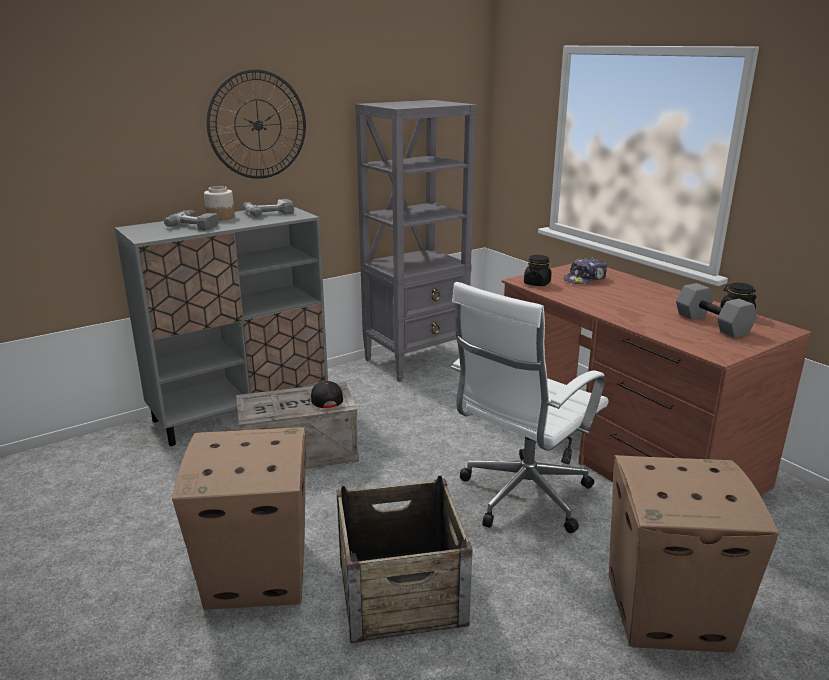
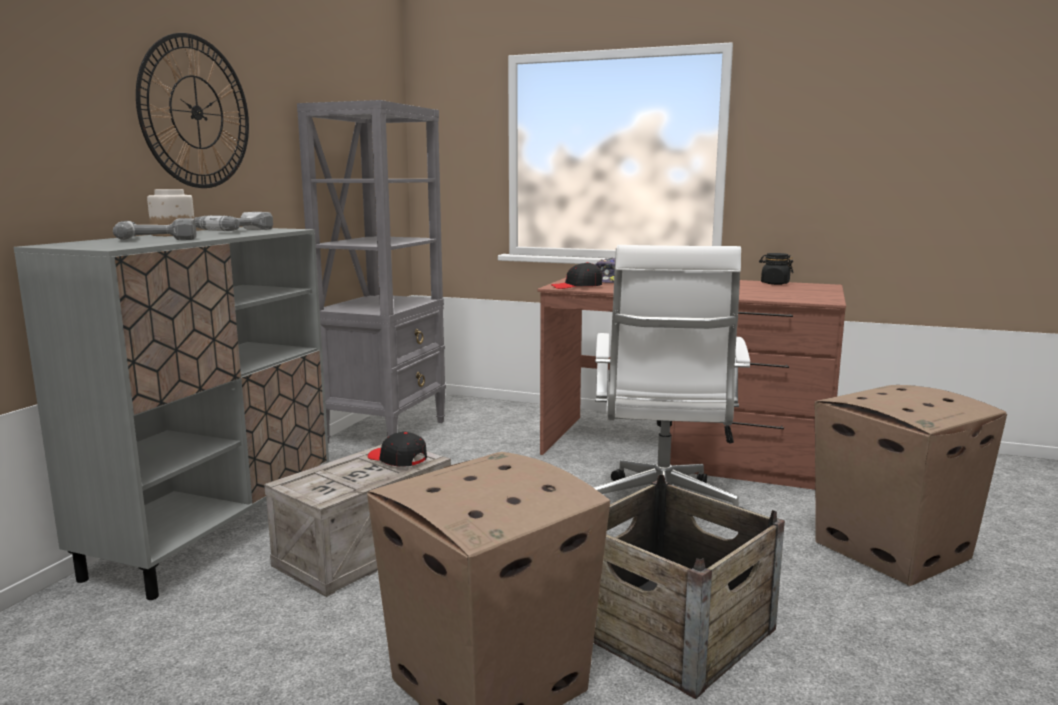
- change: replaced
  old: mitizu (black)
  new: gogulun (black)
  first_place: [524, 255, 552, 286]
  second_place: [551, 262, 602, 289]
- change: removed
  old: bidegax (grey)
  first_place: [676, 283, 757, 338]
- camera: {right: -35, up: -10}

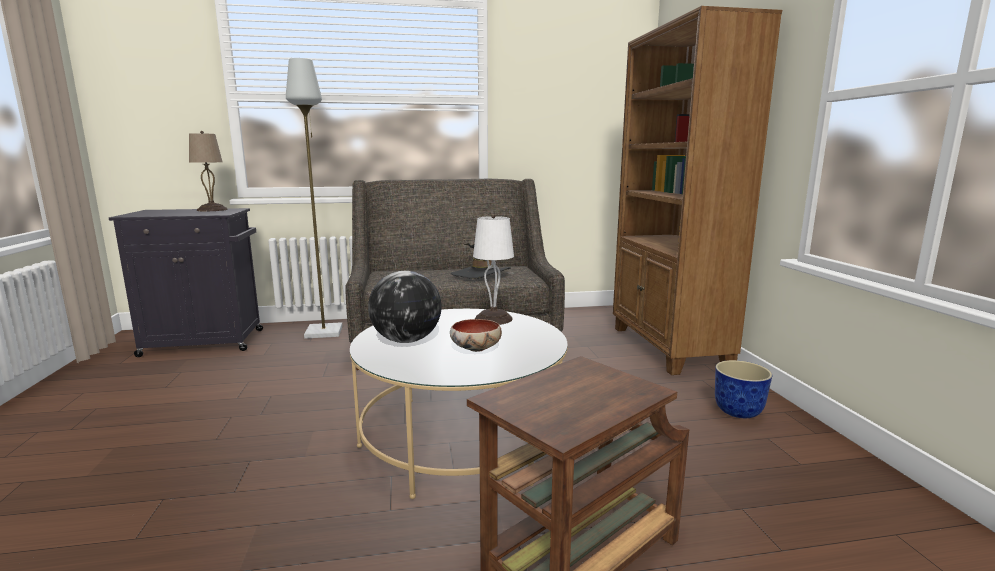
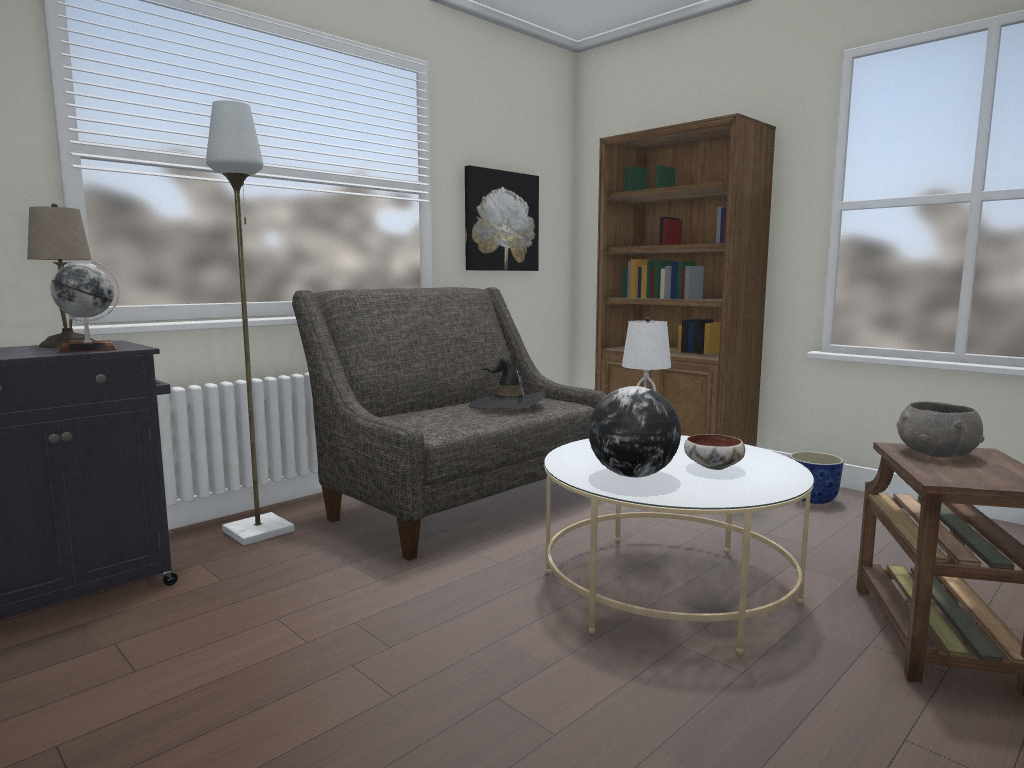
- change: added
  new: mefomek
  second_place: [465, 165, 539, 271]
- change: added
  new: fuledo
  second_place: [50, 260, 119, 353]
- change: added
  new: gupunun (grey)
  second_place: [896, 401, 984, 458]
- camera: {right: -35, up: -5}

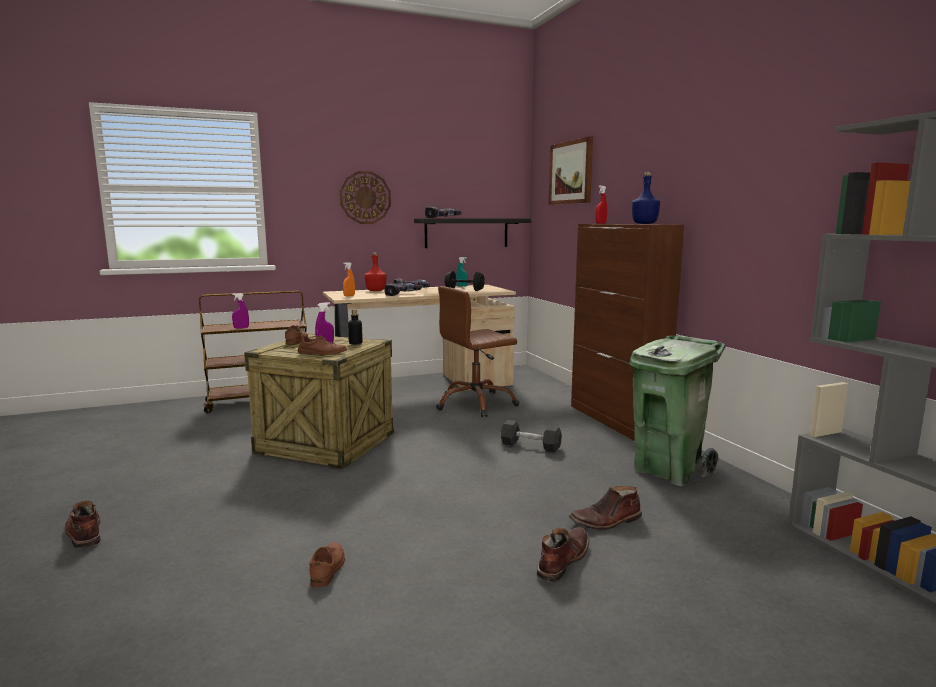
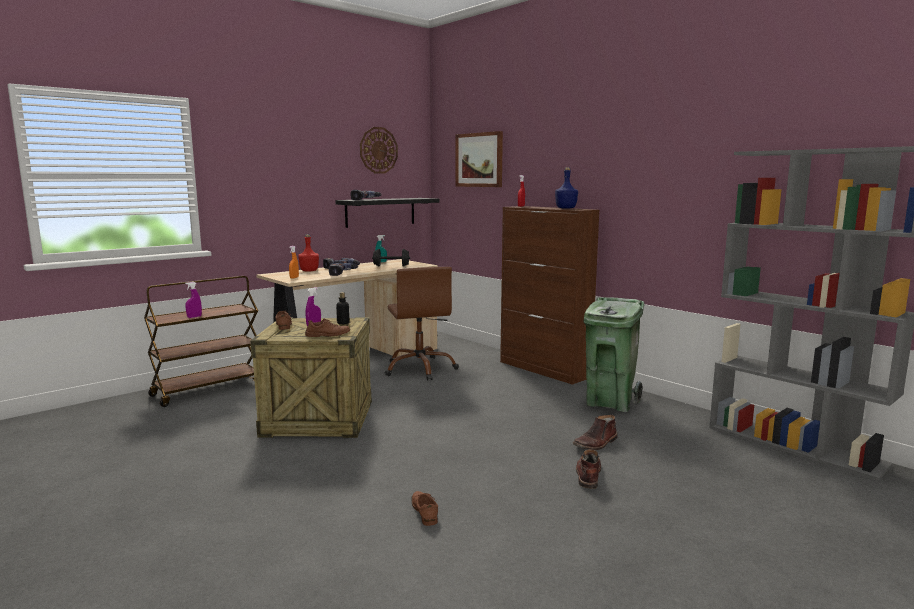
- change: moved
  old: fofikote
  first_place: [340, 171, 391, 224]
  second_place: [360, 127, 398, 174]
- change: turned
  old: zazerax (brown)
  first_place: [436, 286, 520, 417]
  second_place: [385, 267, 459, 380]
  degrees: -60
- change: removed
  old: bidegax (grey)
  first_place: [500, 420, 562, 453]
- change: removed
  old: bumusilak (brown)
  first_place: [65, 500, 100, 549]
- camera: {right: -20, up: 0}

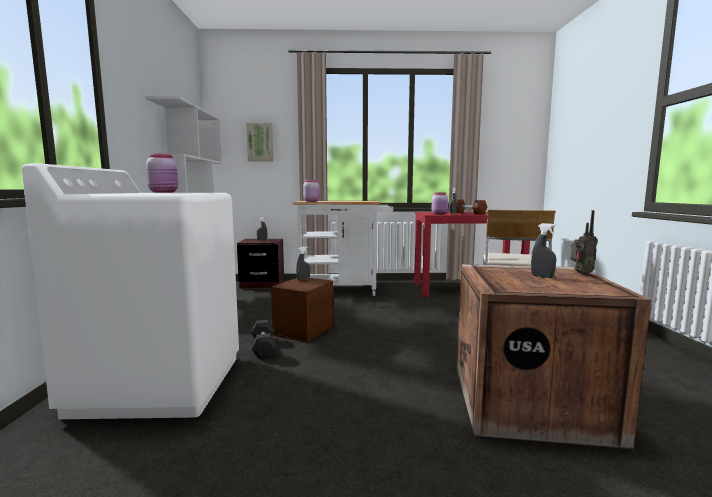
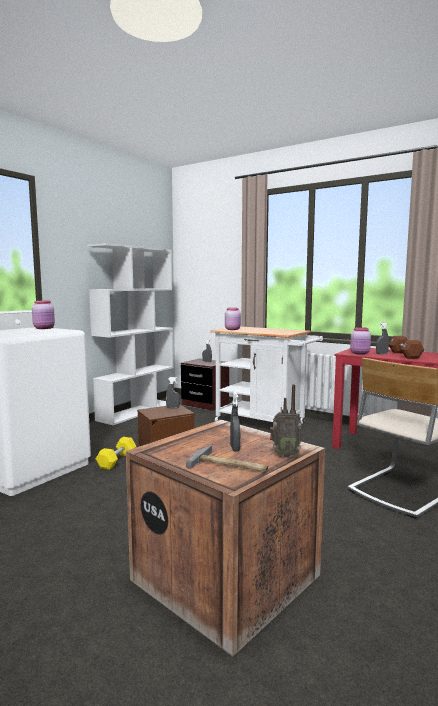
- change: removed
  old: mefomek
  first_place: [246, 123, 274, 162]
- change: recoloured
  old: bidegax (black)
  new: bidegax (yellow)
  first_place: [251, 320, 277, 359]
  second_place: [96, 437, 137, 470]
- change: added
  new: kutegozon
  second_place: [186, 445, 268, 472]
- camera: {right: 35, up: 0}

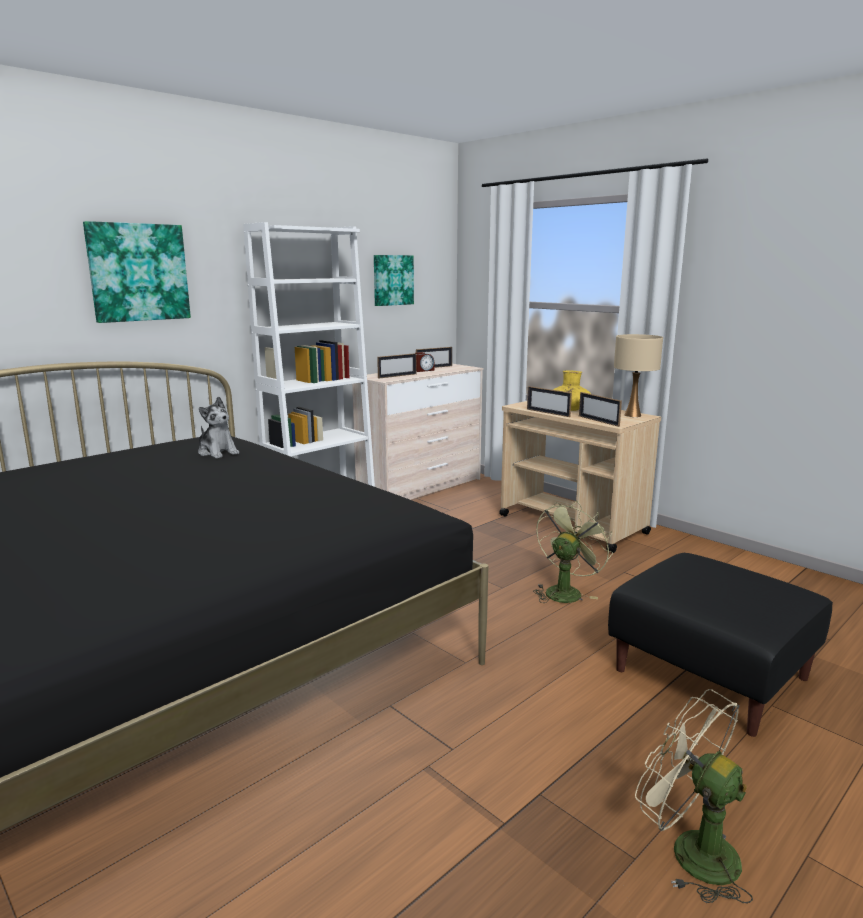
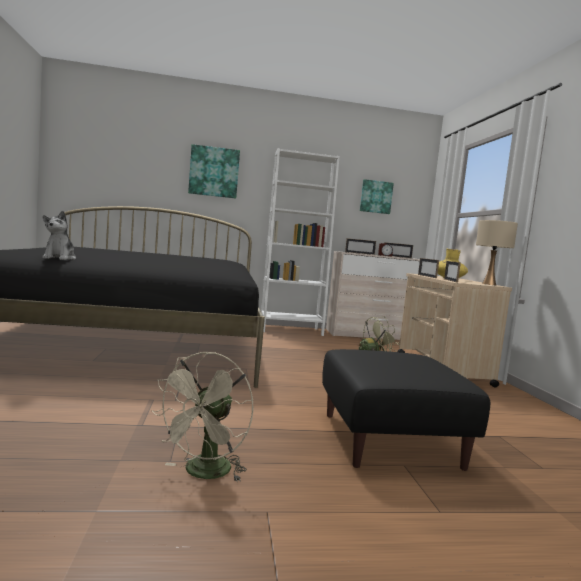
- change: moved
  old: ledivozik
  first_place: [198, 396, 239, 459]
  second_place: [42, 211, 76, 260]
- change: turned
  old: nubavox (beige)
  first_place: [635, 689, 753, 904]
  second_place: [152, 352, 254, 482]
  degrees: -150
- camera: {right: 35, up: -10}

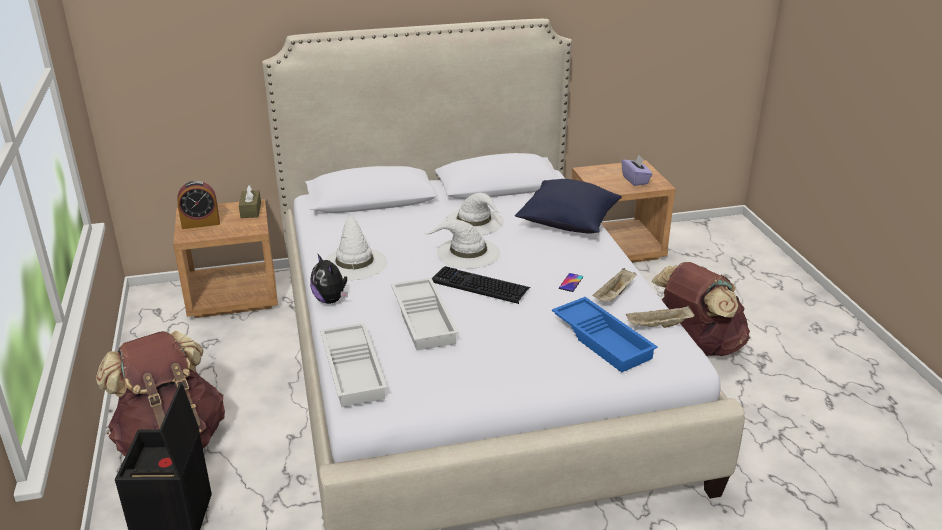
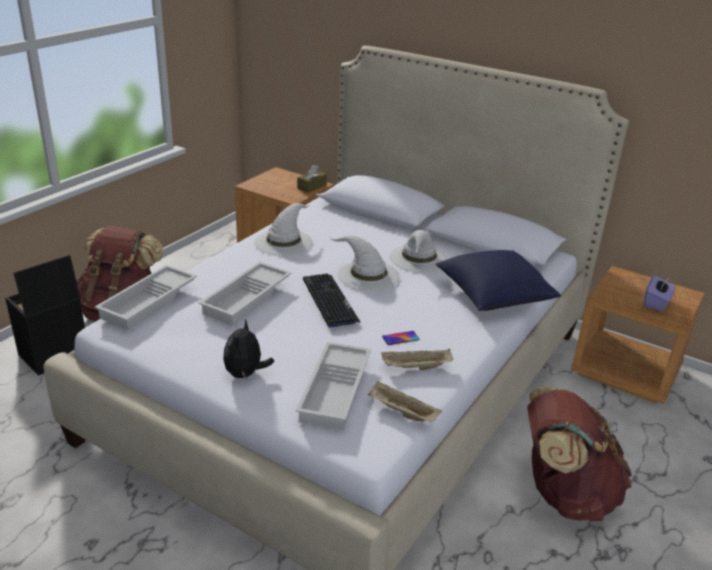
- change: removed
  old: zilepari
  first_place: [178, 181, 220, 229]
- change: moved
  old: ledivozik
  first_place: [310, 253, 348, 304]
  second_place: [223, 319, 274, 380]
- change: recoloured
  old: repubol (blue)
  new: repubol (white)
  first_place: [552, 297, 658, 373]
  second_place: [295, 342, 371, 430]
- camera: {right: 45, up: 0}

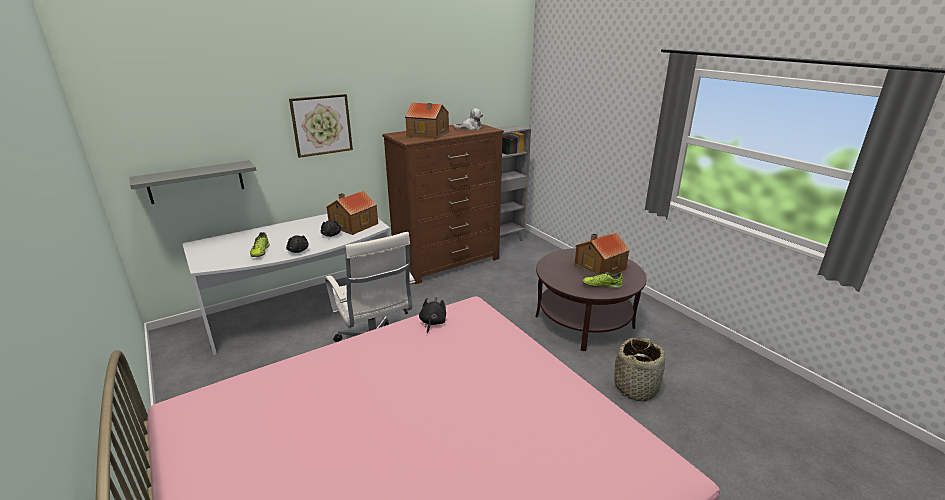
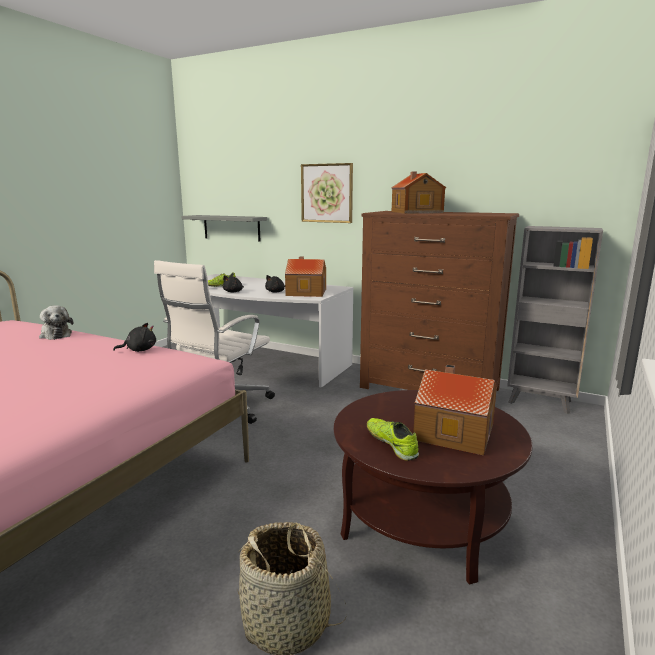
- change: moved
  old: ledivozik
  first_place: [453, 108, 483, 130]
  second_place: [39, 306, 74, 340]
- camera: {right: 60, up: -10}

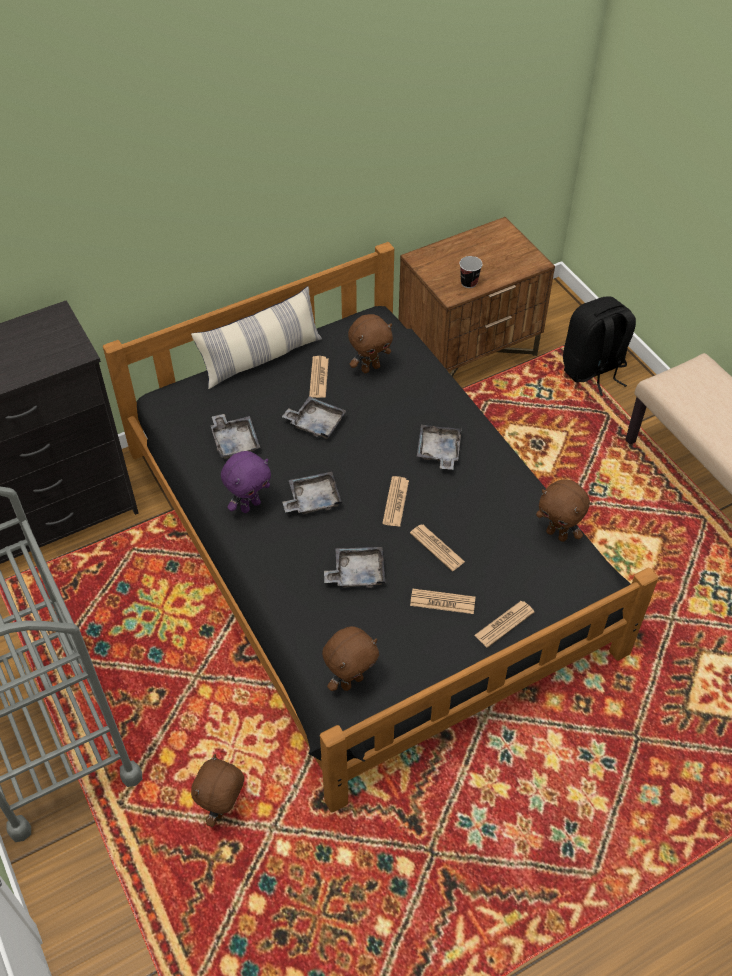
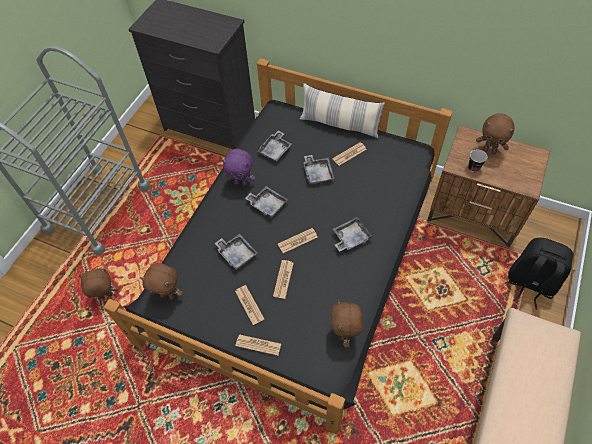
- change: moved
  old: ledivozik (brown)
  first_place: [348, 314, 393, 373]
  second_place: [476, 113, 514, 154]
- camera: {right: 55, up: 5}

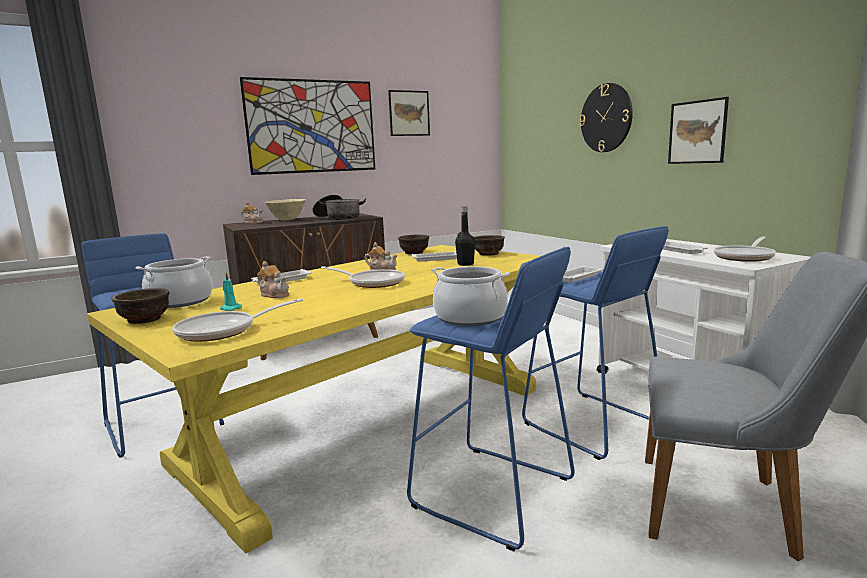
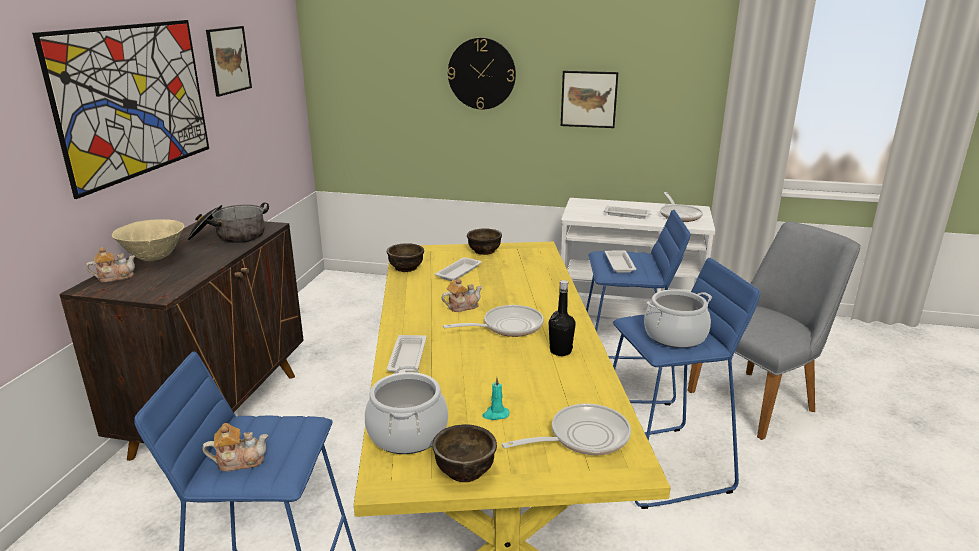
- change: moved
  old: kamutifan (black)
  first_place: [455, 207, 475, 266]
  second_place: [549, 280, 576, 356]
- change: moved
  old: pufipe
  first_place: [257, 261, 289, 298]
  second_place: [203, 423, 268, 471]
- change: turned
  old: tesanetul
  first_place: [172, 298, 303, 342]
  second_place: [502, 403, 631, 455]
  degrees: -120
- camera: {right: -50, up: 10}

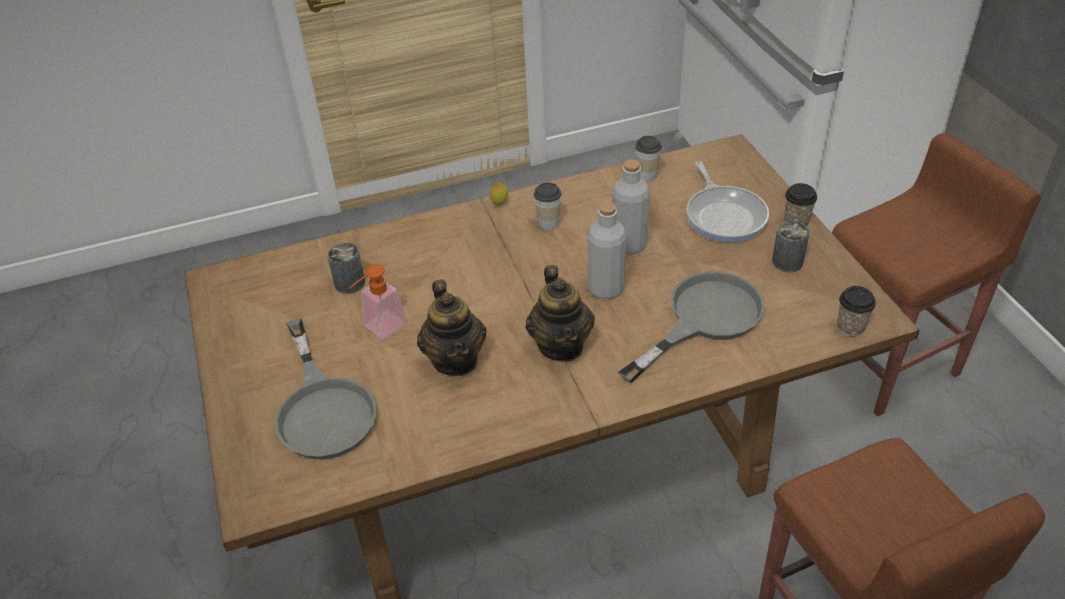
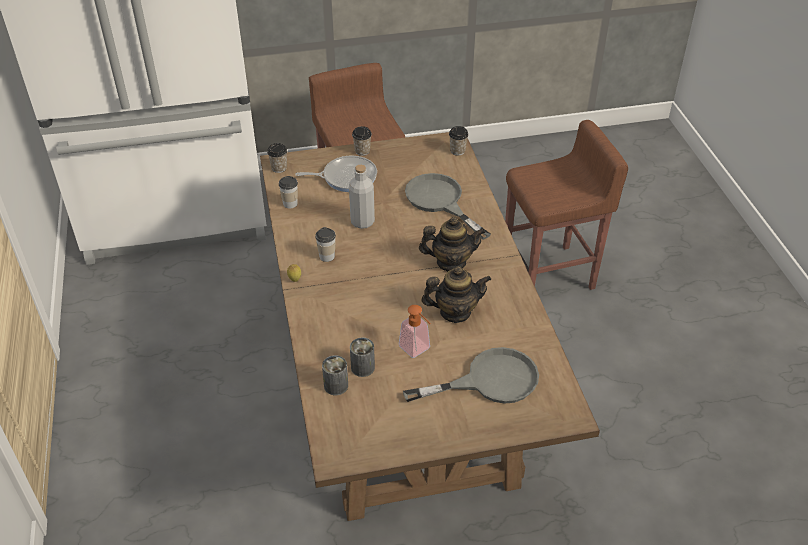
- change: removed
  old: kamutifan (grey)
  first_place: [588, 202, 626, 299]
- change: moved
  old: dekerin
  first_place: [772, 221, 809, 272]
  second_place: [322, 355, 348, 395]
- change: added
  new: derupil
  second_place: [267, 143, 287, 173]
- camera: {right: -85, up: 0}

